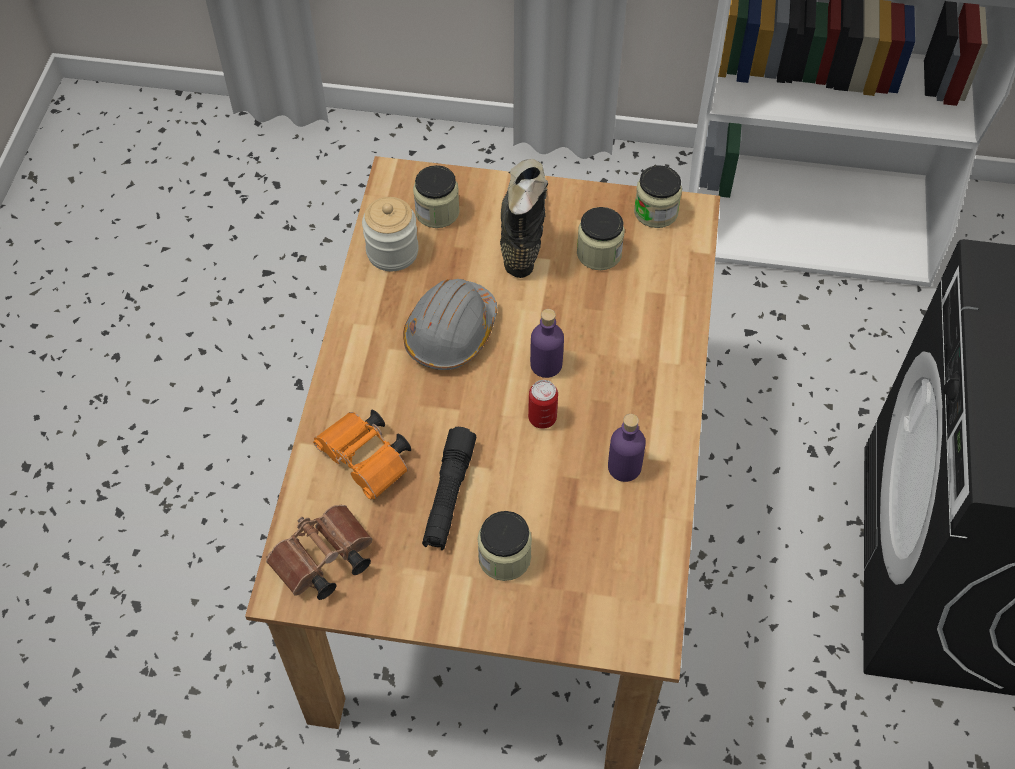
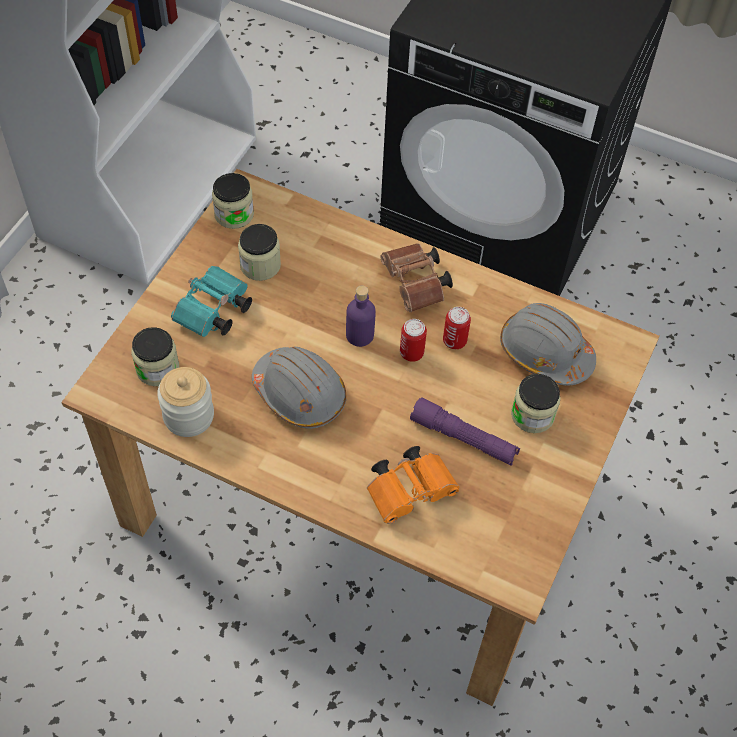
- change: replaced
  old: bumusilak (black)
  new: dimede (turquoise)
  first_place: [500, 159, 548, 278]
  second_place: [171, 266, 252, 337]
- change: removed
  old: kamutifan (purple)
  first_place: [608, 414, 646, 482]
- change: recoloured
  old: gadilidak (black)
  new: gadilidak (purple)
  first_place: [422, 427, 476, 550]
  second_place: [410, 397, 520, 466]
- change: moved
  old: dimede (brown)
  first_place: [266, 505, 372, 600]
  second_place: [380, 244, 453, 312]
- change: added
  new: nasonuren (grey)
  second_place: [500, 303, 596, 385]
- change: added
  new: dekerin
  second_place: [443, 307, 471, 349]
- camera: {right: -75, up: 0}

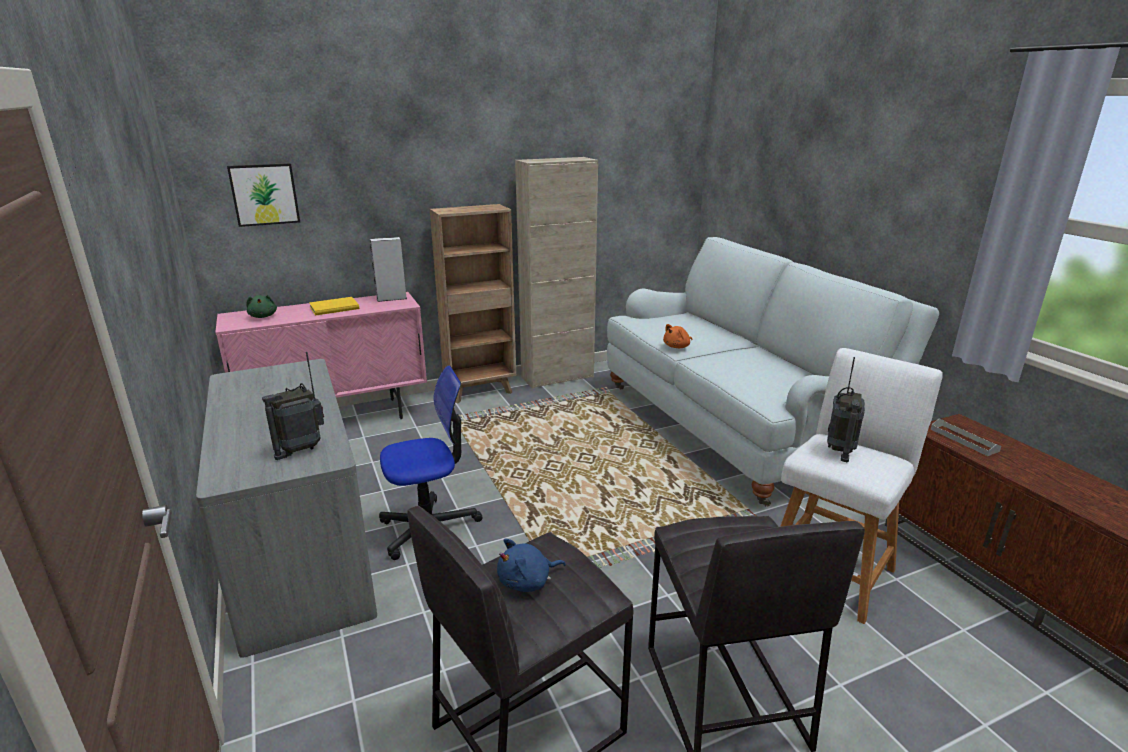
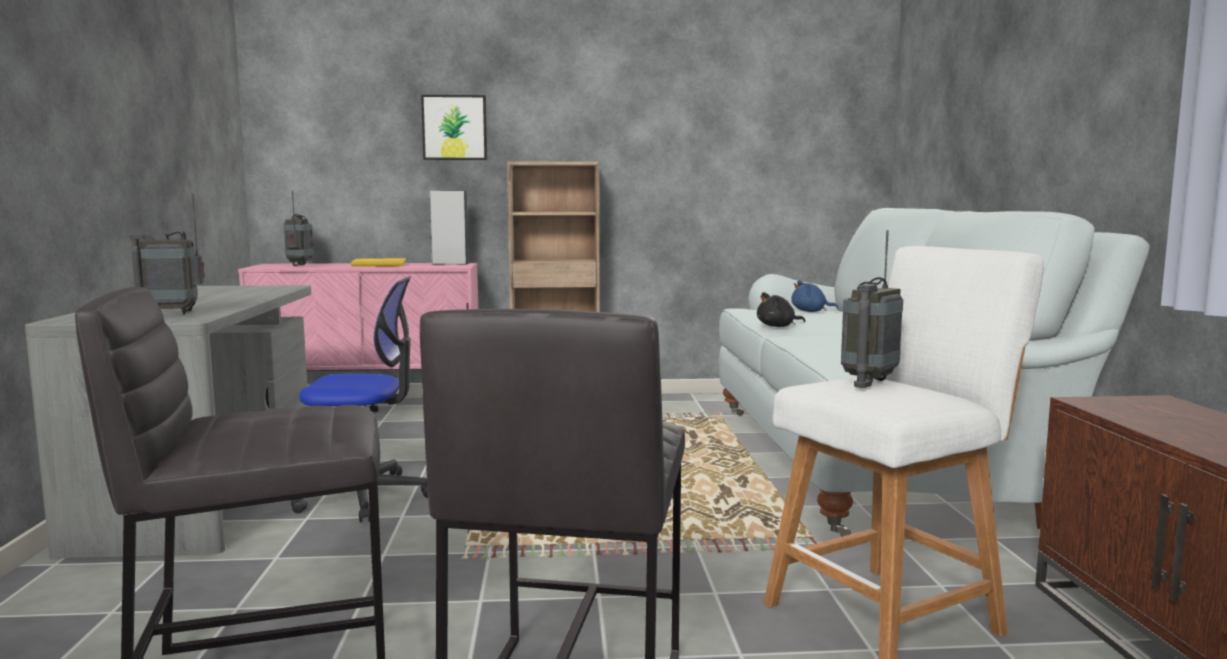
- change: removed
  old: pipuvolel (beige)
  first_place: [515, 157, 598, 389]
- change: moved
  old: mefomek
  first_place: [227, 163, 300, 227]
  second_place: [421, 95, 487, 160]
- change: replaced
  old: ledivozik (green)
  new: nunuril
  first_place: [246, 295, 277, 318]
  second_place: [284, 190, 314, 266]
- change: recoloured
  old: ledivozik (orange)
  new: ledivozik (black)
  first_place: [663, 324, 692, 348]
  second_place: [757, 292, 805, 327]
- change: removed
  old: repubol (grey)
  first_place: [931, 419, 1001, 456]
- change: moved
  old: ledivozik (blue)
  first_place: [497, 539, 566, 592]
  second_place: [791, 280, 838, 312]
- camera: {right: 20, up: -15}

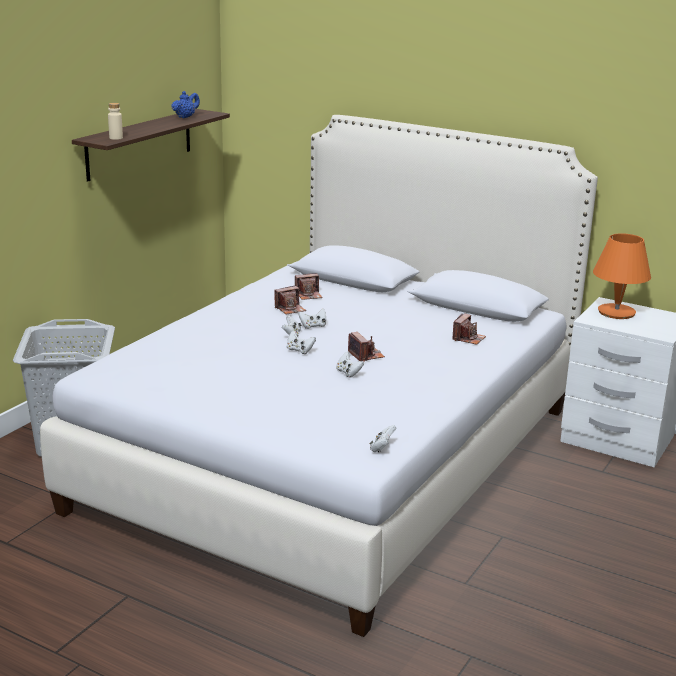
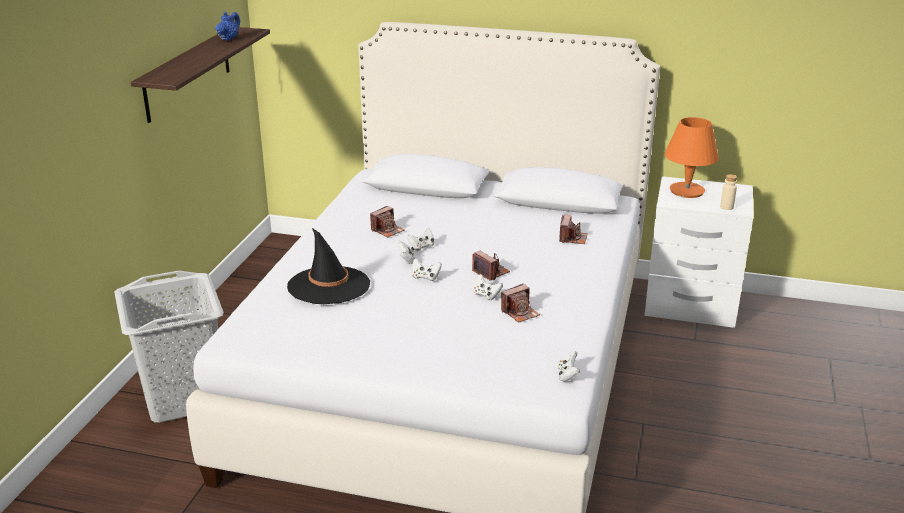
- change: moved
  old: kamutifan (beige)
  first_place: [108, 103, 123, 140]
  second_place: [720, 174, 737, 210]
- change: moved
  old: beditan
  first_place: [295, 273, 323, 300]
  second_place: [501, 284, 540, 323]
- change: added
  new: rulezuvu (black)
  second_place: [287, 228, 370, 304]
- camera: {right: -15, up: 5}

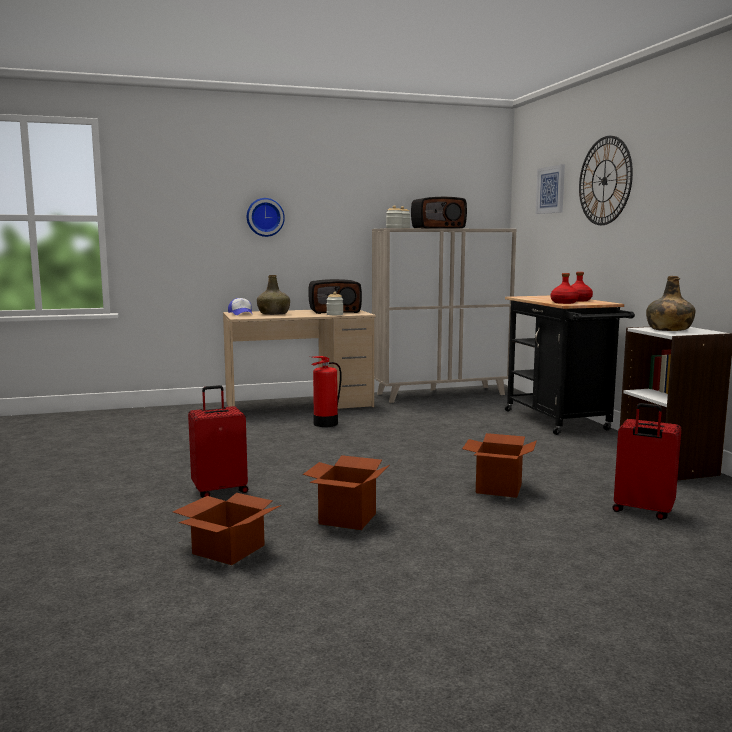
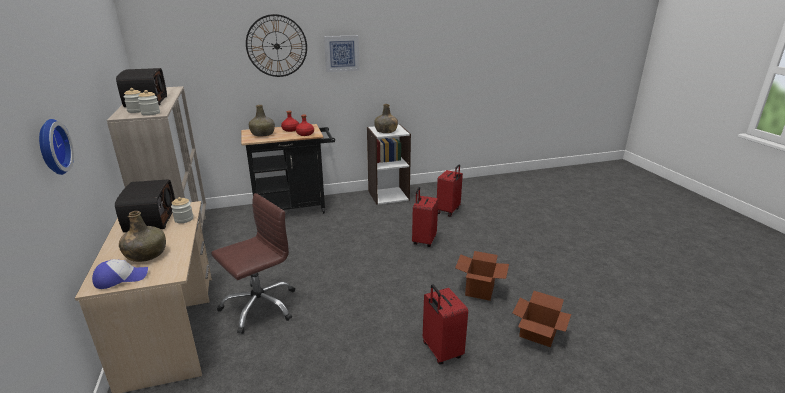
- change: moved
  old: mefomek
  first_place: [536, 164, 565, 214]
  second_place: [324, 35, 360, 72]
- change: replaced
  old: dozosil
  new: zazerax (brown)
  first_place: [311, 356, 341, 427]
  second_place: [211, 193, 295, 334]
- change: replaced
  old: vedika
  new: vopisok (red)
  first_place: [462, 433, 537, 498]
  second_place: [412, 187, 438, 247]
- change: added
  new: kamutifan (green)
  second_place: [249, 105, 275, 137]
- camera: {right: -90, up: 15}

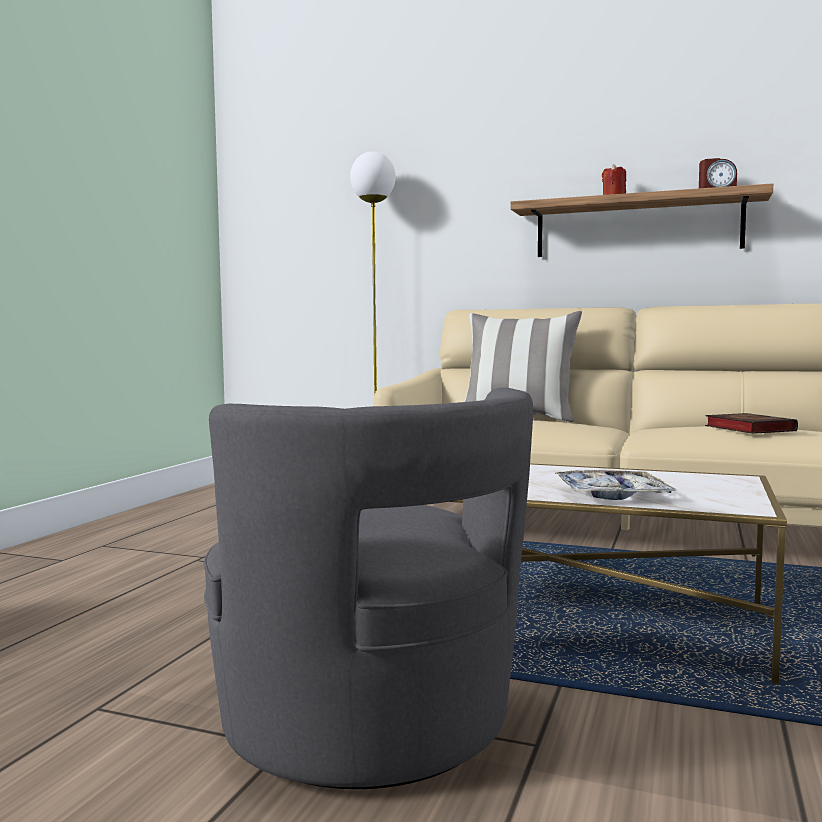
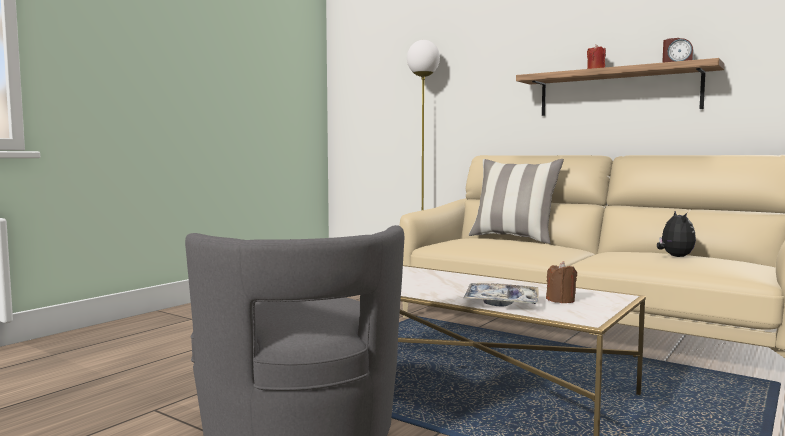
- change: replaced
  old: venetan
  new: ledivozik
  first_place: [705, 413, 798, 434]
  second_place: [657, 210, 696, 257]
- change: added
  new: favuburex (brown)
  second_place: [546, 262, 577, 303]
- camera: {right: 15, up: 0}

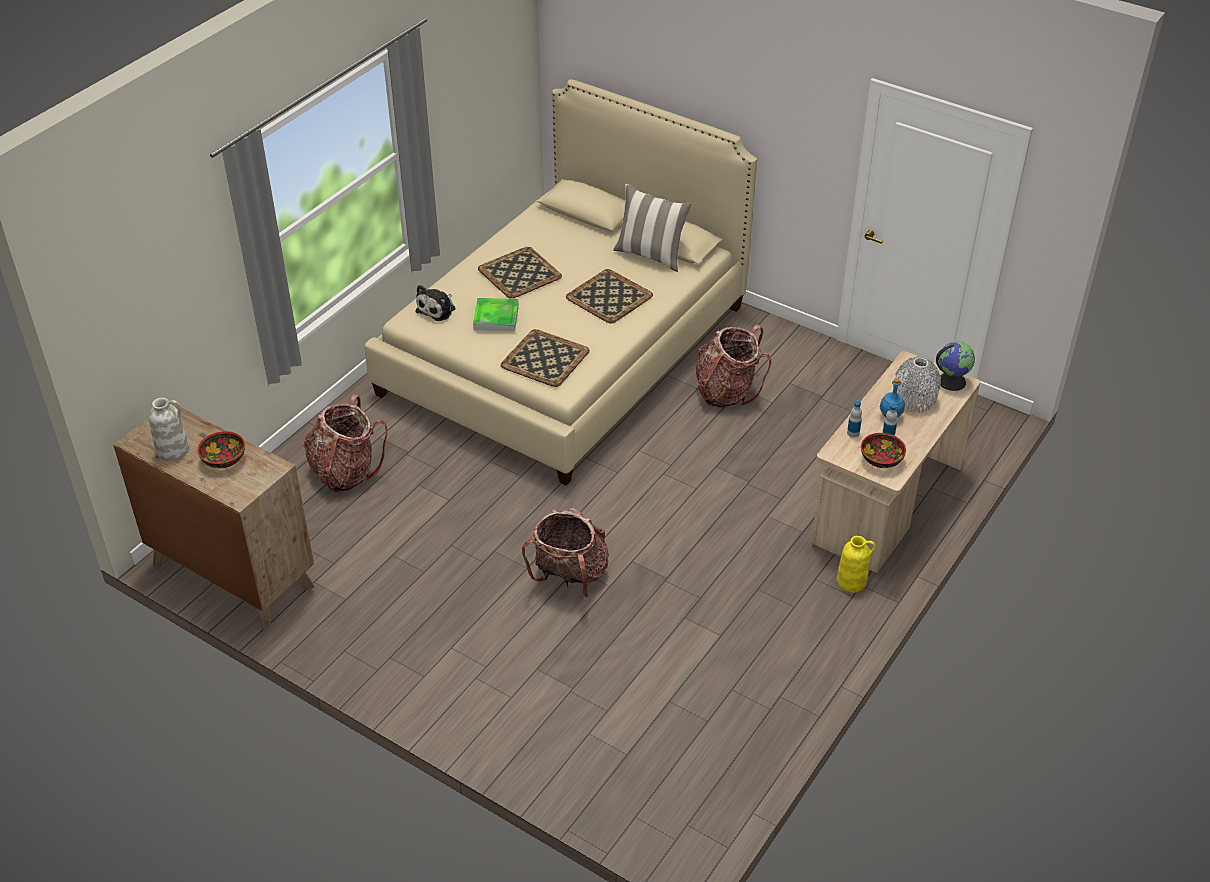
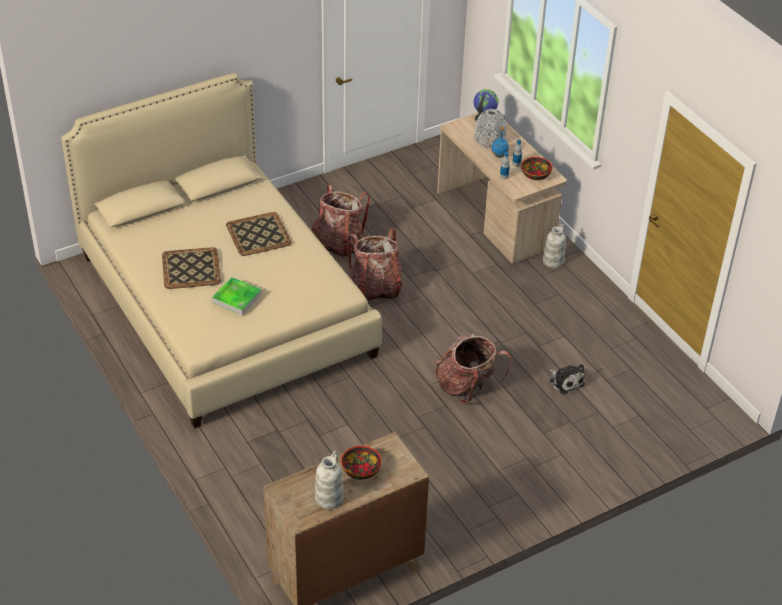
- change: removed
  old: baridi
  first_place: [613, 184, 691, 272]
- change: moved
  old: ledivozik
  first_place: [415, 285, 456, 321]
  second_place: [549, 364, 585, 395]
- change: removed
  old: repubol
  first_place: [501, 329, 589, 387]
- change: moved
  old: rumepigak
  first_place: [303, 394, 387, 493]
  second_place: [347, 228, 403, 302]
- change: recoloured
  old: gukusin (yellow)
  new: gukusin (white)
  first_place: [837, 536, 876, 593]
  second_place: [543, 224, 566, 268]
- camera: {right: -65, up: 0}

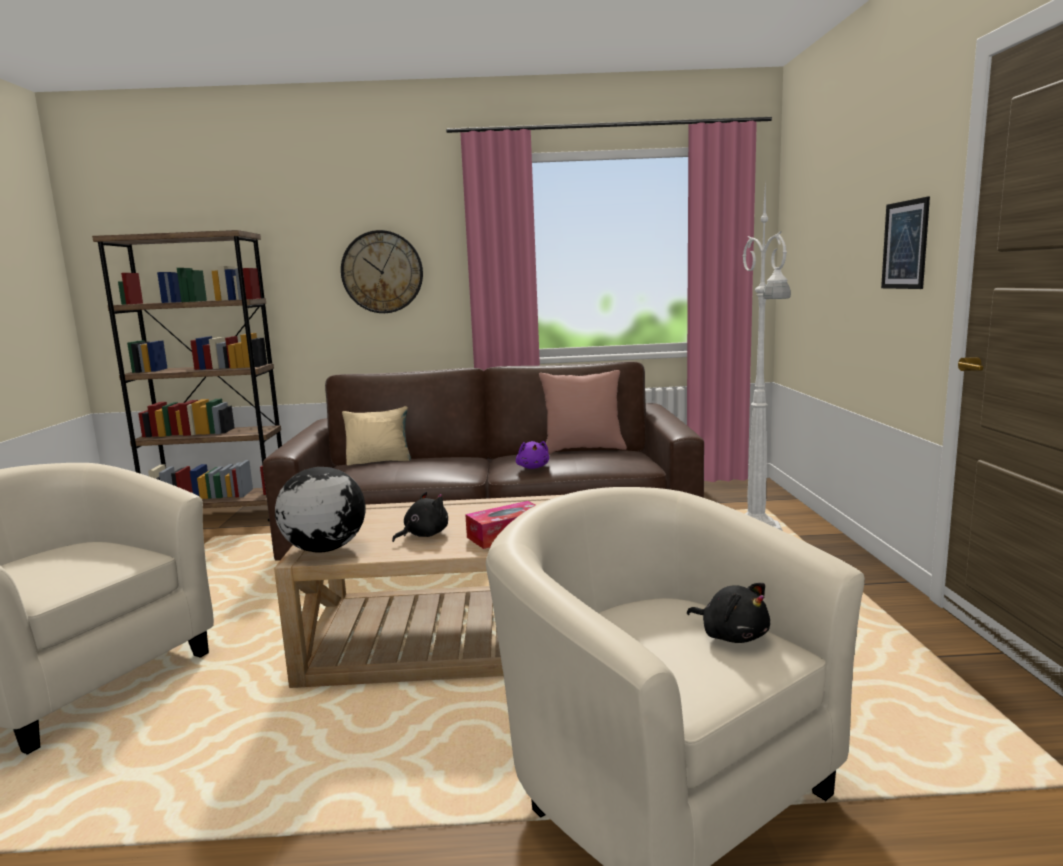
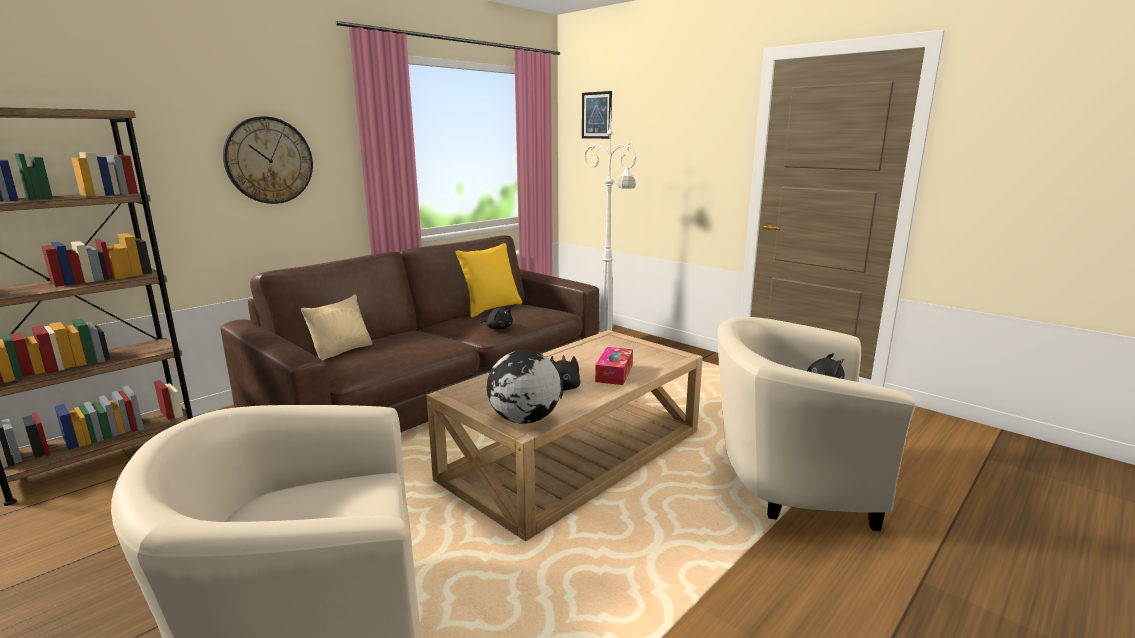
- change: moved
  old: mefomek
  first_place: [881, 196, 930, 289]
  second_place: [582, 91, 612, 139]
- change: recoloured
  old: baridi (pink)
  new: baridi (yellow)
  first_place: [539, 370, 627, 454]
  second_place: [455, 243, 522, 318]
- change: recoloured
  old: ledivozik (purple)
  new: ledivozik (black)
  first_place: [516, 441, 549, 469]
  second_place: [481, 305, 513, 330]
- camera: {right: -45, up: 5}

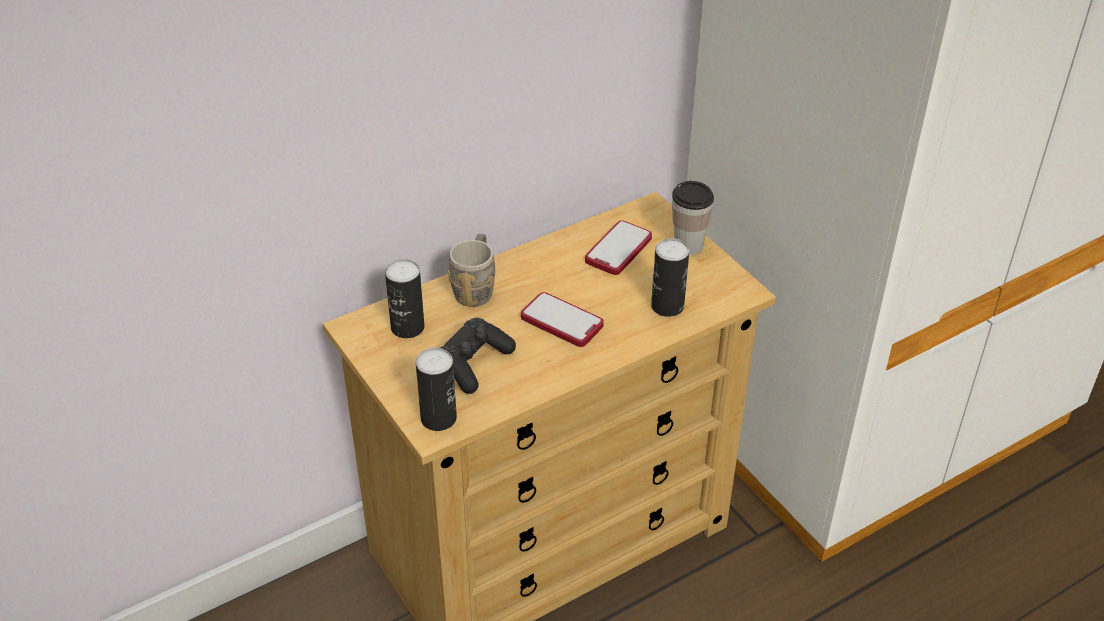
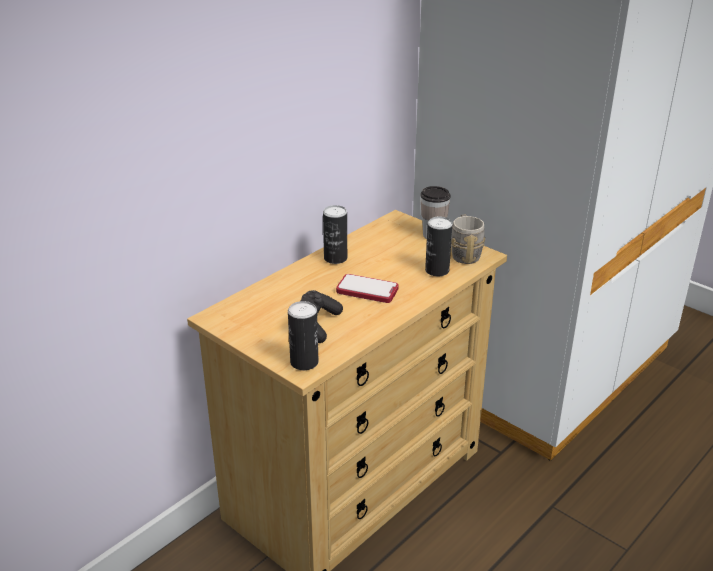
- change: removed
  old: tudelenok
  first_place: [585, 221, 652, 275]
- change: moved
  old: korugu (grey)
  first_place: [448, 234, 495, 307]
  second_place: [451, 214, 485, 264]
- change: moved
  old: dekerin
  first_place: [385, 259, 425, 338]
  second_place: [323, 205, 347, 264]
- camera: {right: -15, up: -10}

